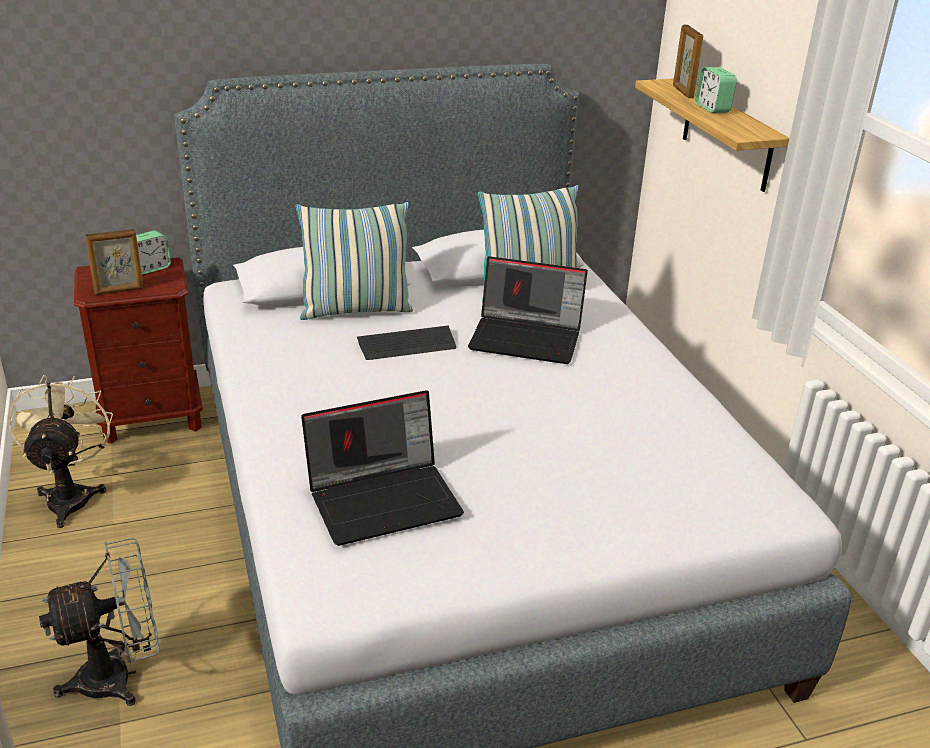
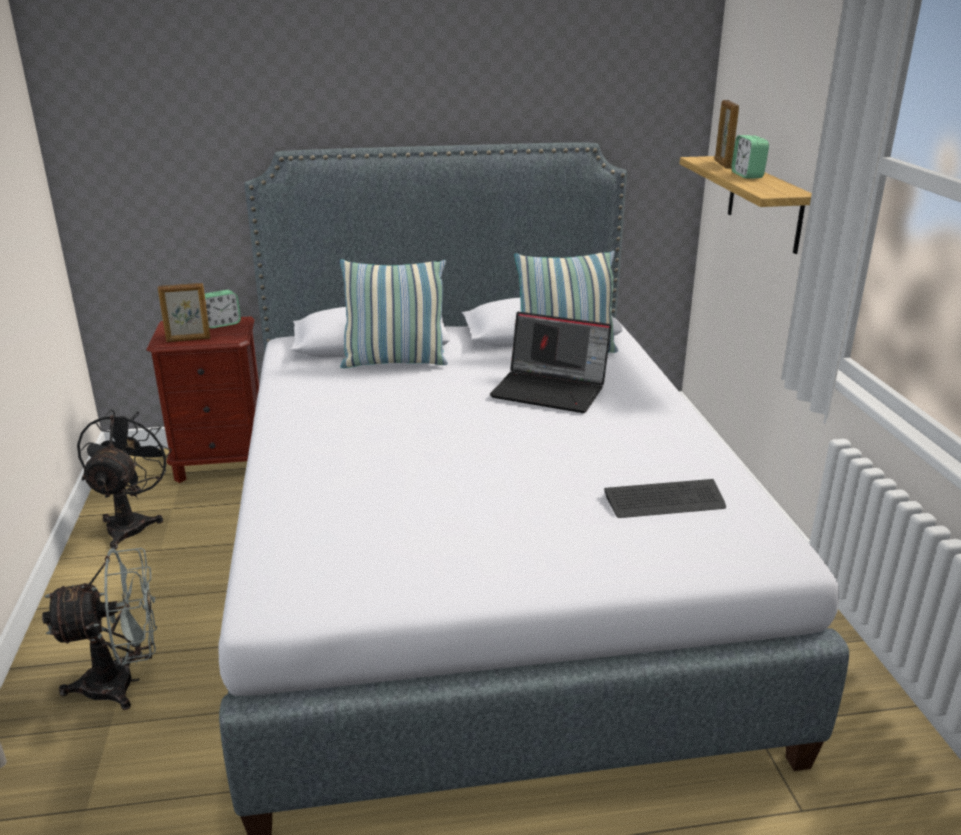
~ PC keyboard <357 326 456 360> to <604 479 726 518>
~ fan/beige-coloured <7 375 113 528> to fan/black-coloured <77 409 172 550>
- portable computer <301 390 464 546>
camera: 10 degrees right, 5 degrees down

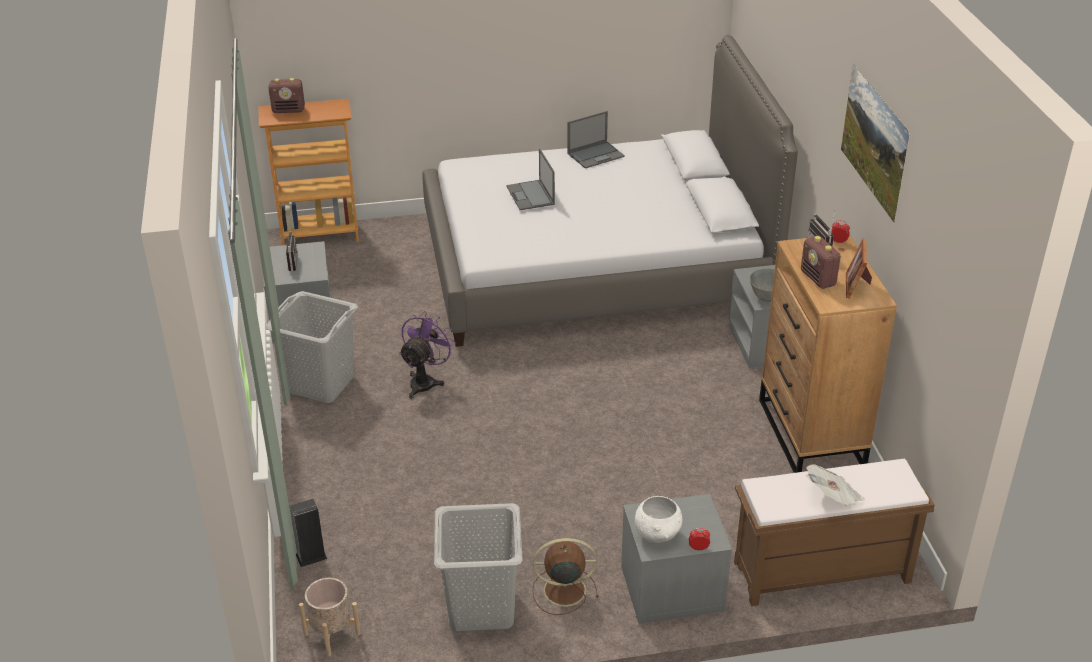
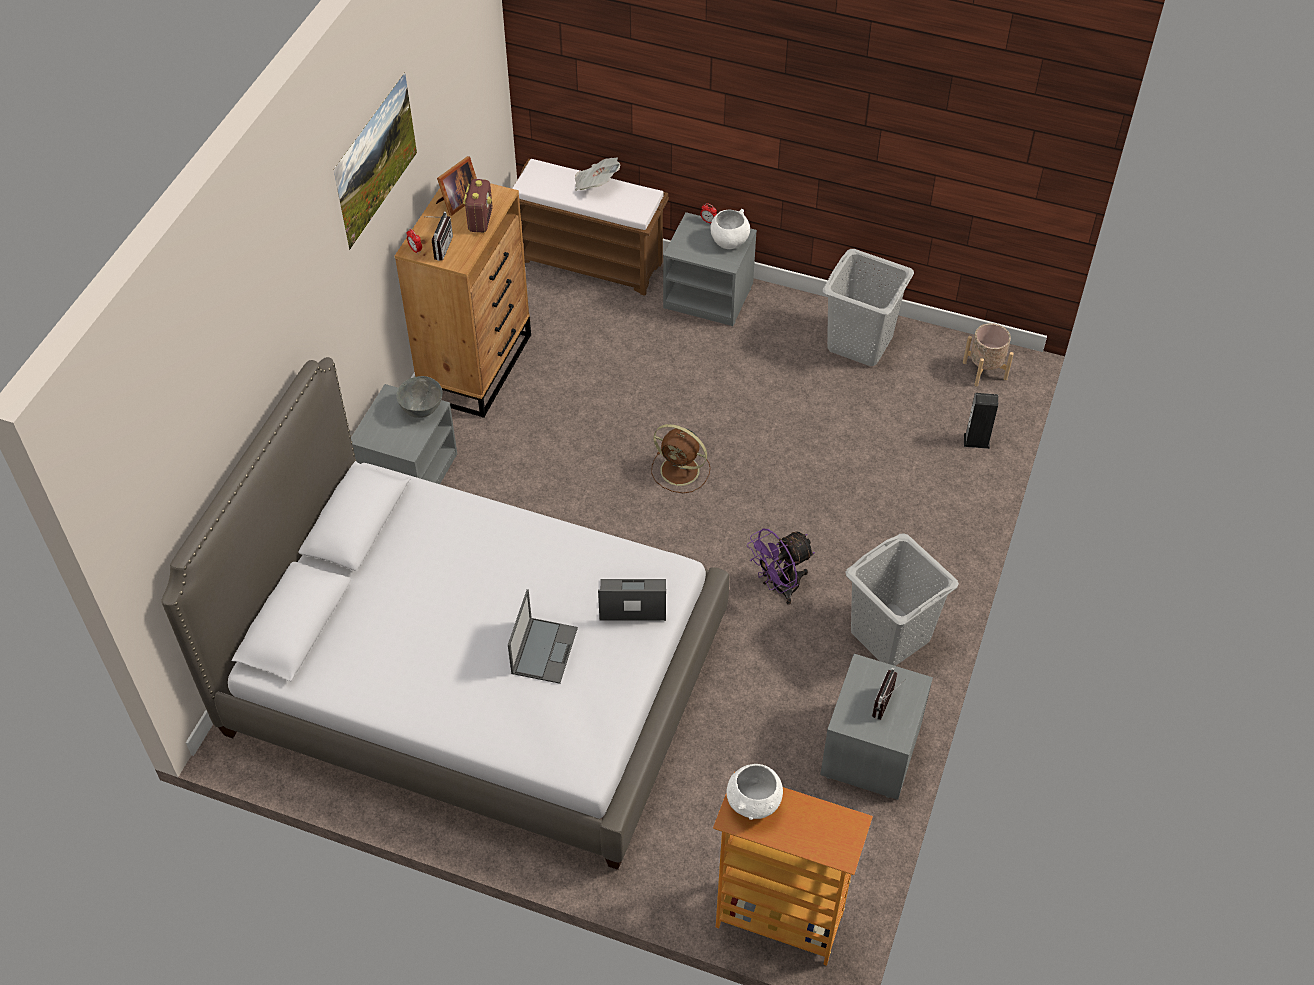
- radio <268 78 305 113>
~ portable computer <567 111 625 169> to <598 579 666 621>
~ fan/brownish <532 538 599 615> to <651 424 710 493>
+ deep dish/white-coloured <726 764 783 820>
camera: 150 degrees left, 15 degrees up

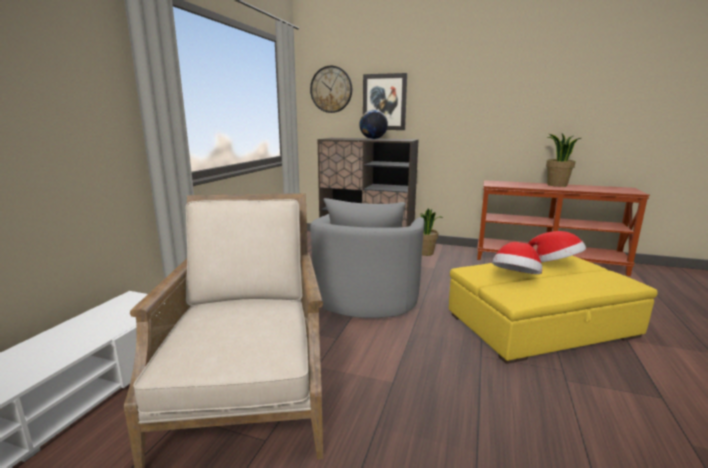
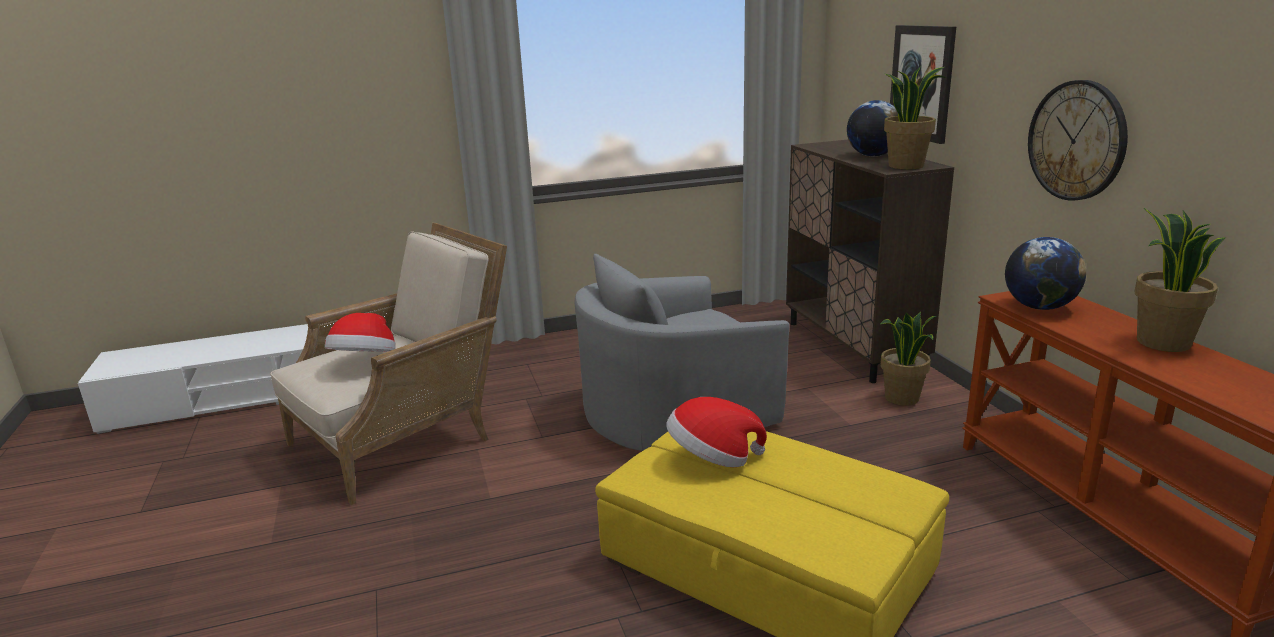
~ hanging clock <310 66 352 113> to <1028 80 1128 201>
~ clothing hat <528 231 586 262> to <325 313 396 352>
+ potted plant <884 66 947 170>
+ globe <1005 237 1086 310>
camera: 55 degrees right, 5 degrees up

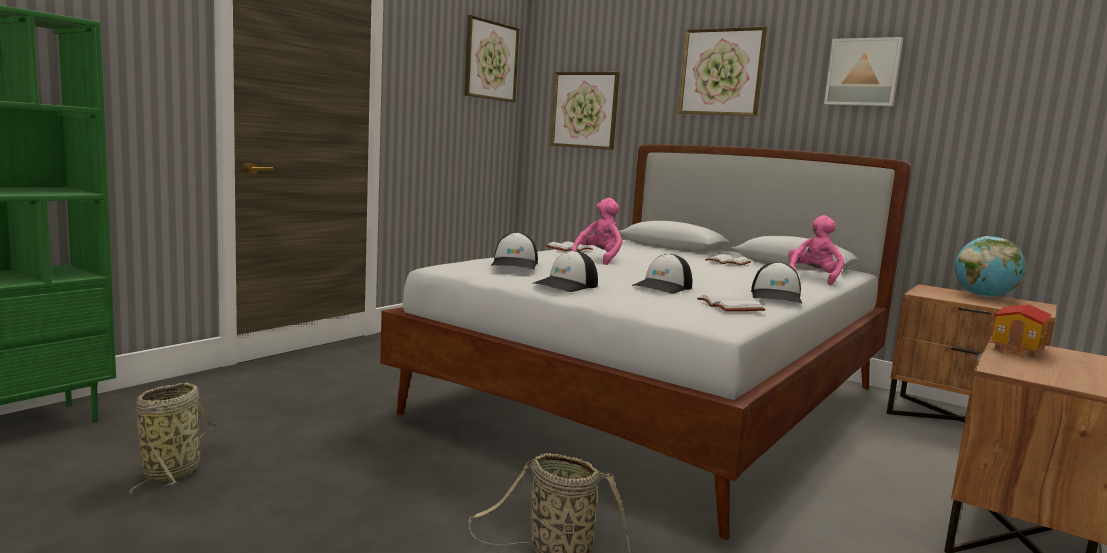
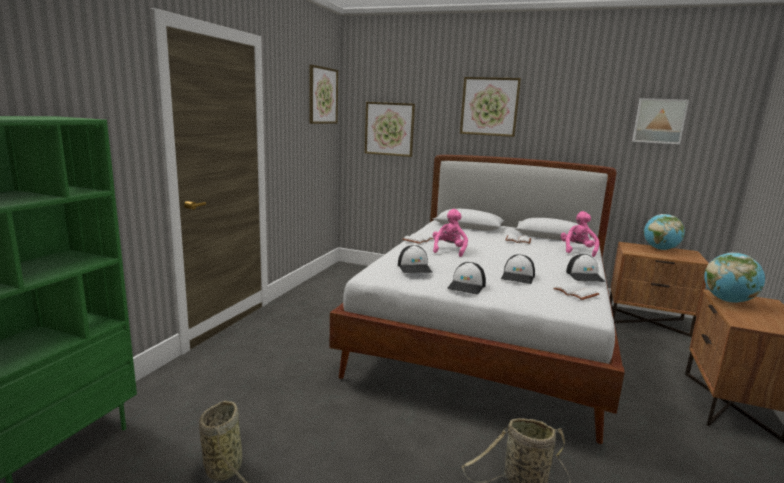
~ wall art <824 37 903 106> to <632 98 689 144>
~ toy house <988 304 1052 357> to globe <704 252 765 303>
camera: 15 degrees left, 5 degrees up

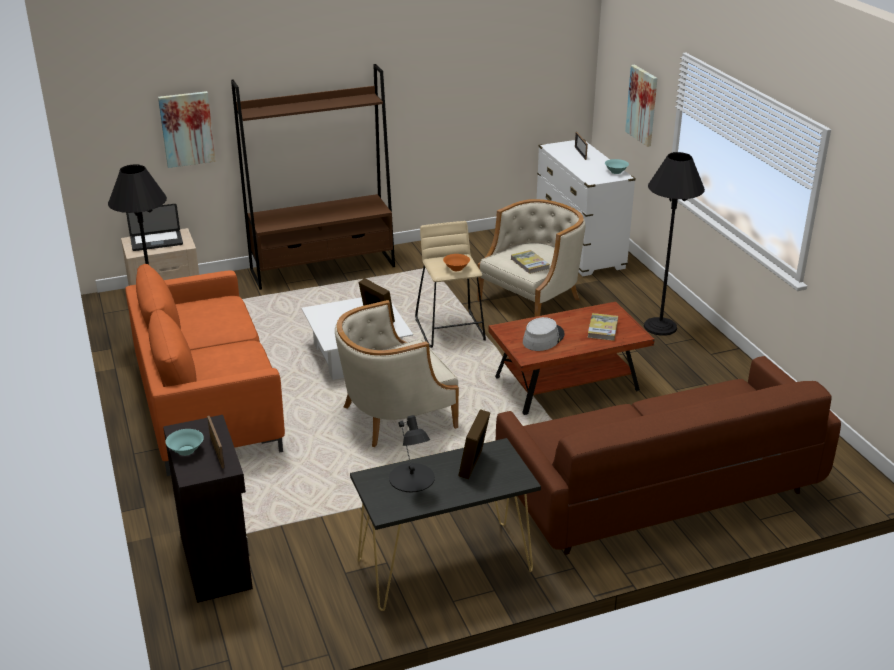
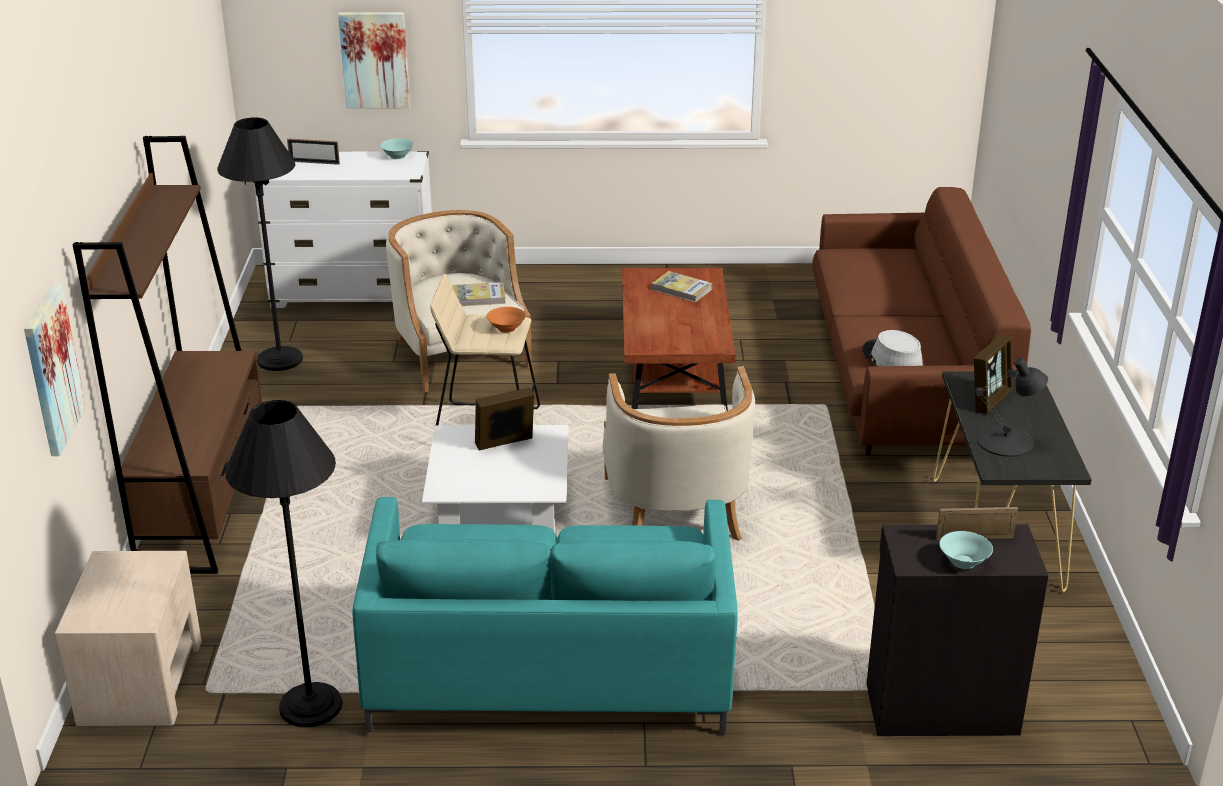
~ standing lamp/black-coloured <644 152 705 336> to <217 117 303 371>
- portable computer <126 204 183 251>
~ sofa/orangey <125 264 285 476> to sofa/blue-green <353 497 737 734>
~ clothing hat/grey <523 317 564 351> to <862 330 923 366>
~ photo frame <458 409 490 479> = <974 335 1013 414> 90 degrees counterclockwise
camera: 70 degrees left, 0 degrees up

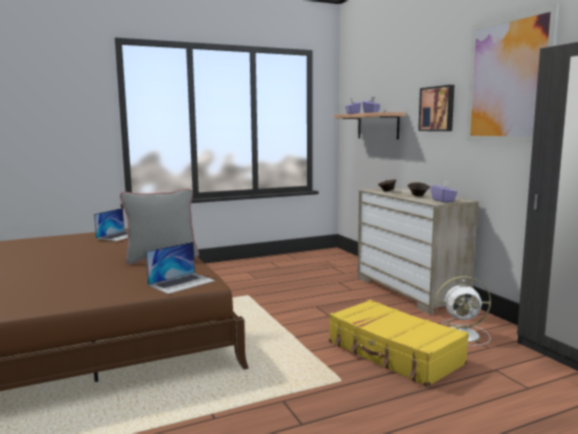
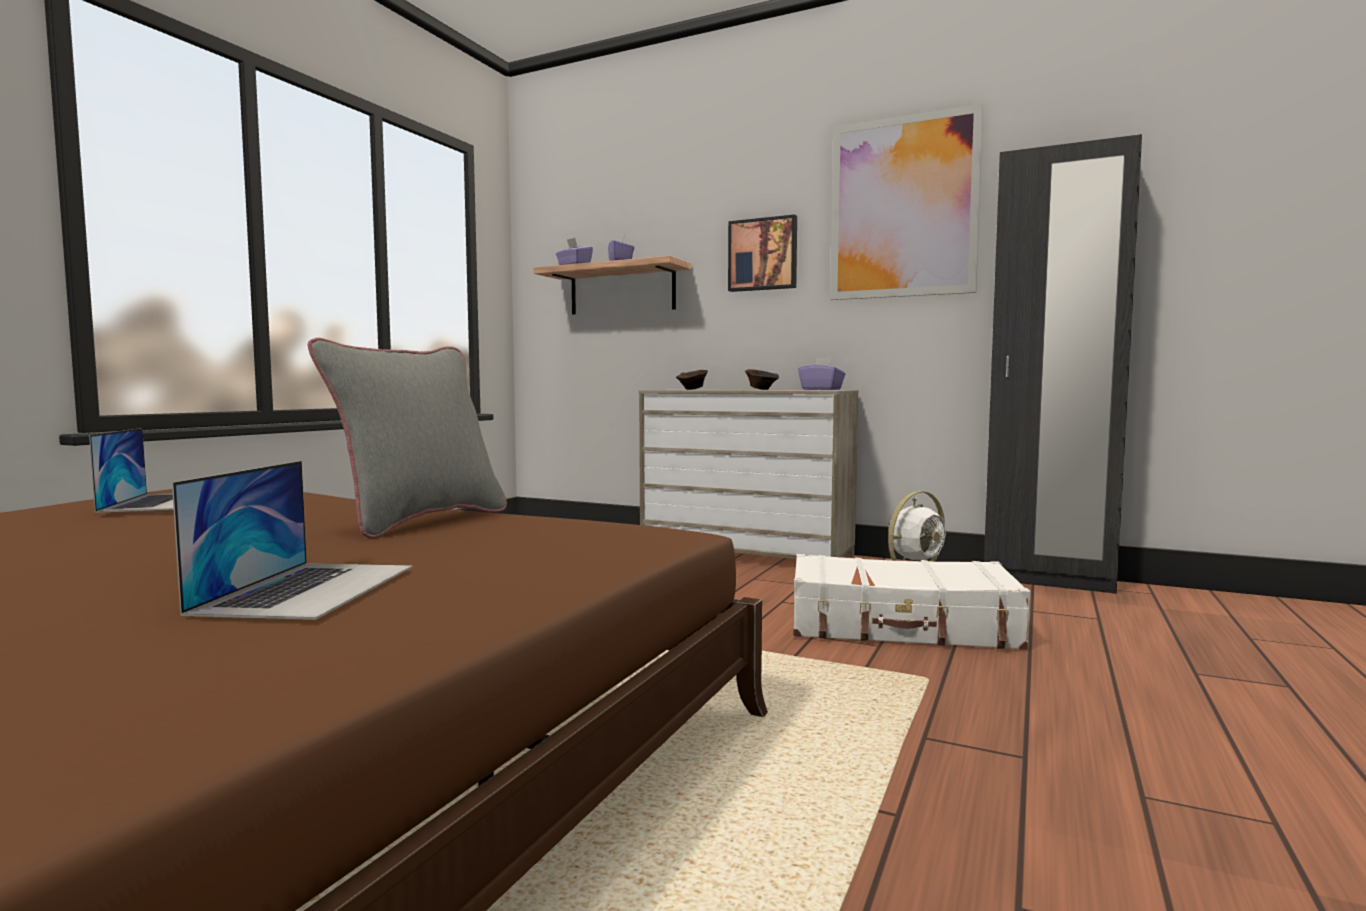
~ portable computer <146 242 216 294> to <172 461 412 620>
~ travel case/yellow <329 300 469 387> to travel case/white-coloured <793 554 1031 650>
camera: 40 degrees left, 5 degrees down

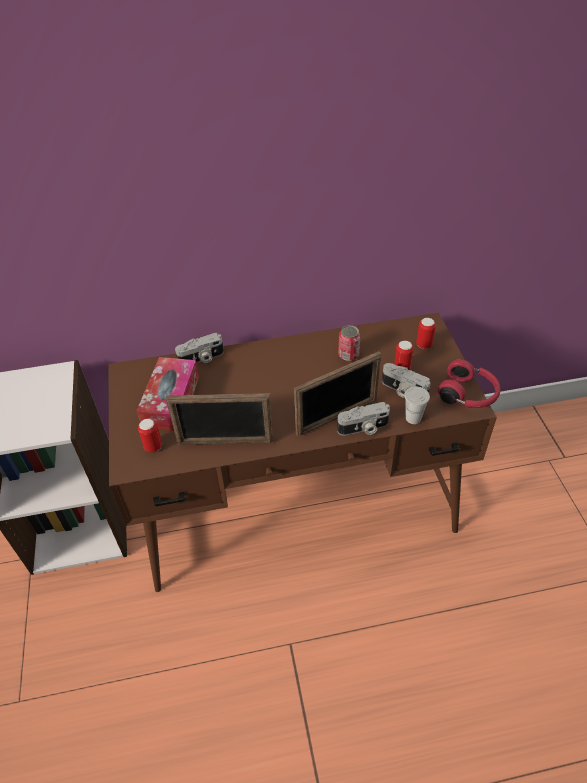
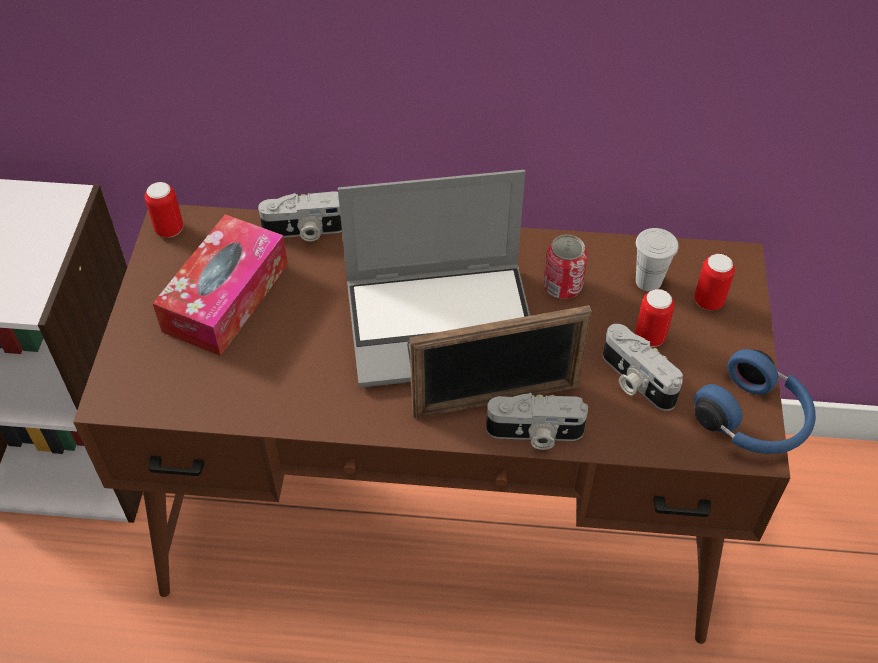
~ pair of headphones/reddish <438 359 501 408> to pair of headphones/blue <694 349 816 454>
~ small cup/white-coloured <404 387 430 424> to <636 228 679 292>
- photo frame <166 393 273 445>
~ can <138 419 162 452> to <145 182 183 238>
+ portable computer <338 170 530 388>
camera: 15 degrees right, 5 degrees up

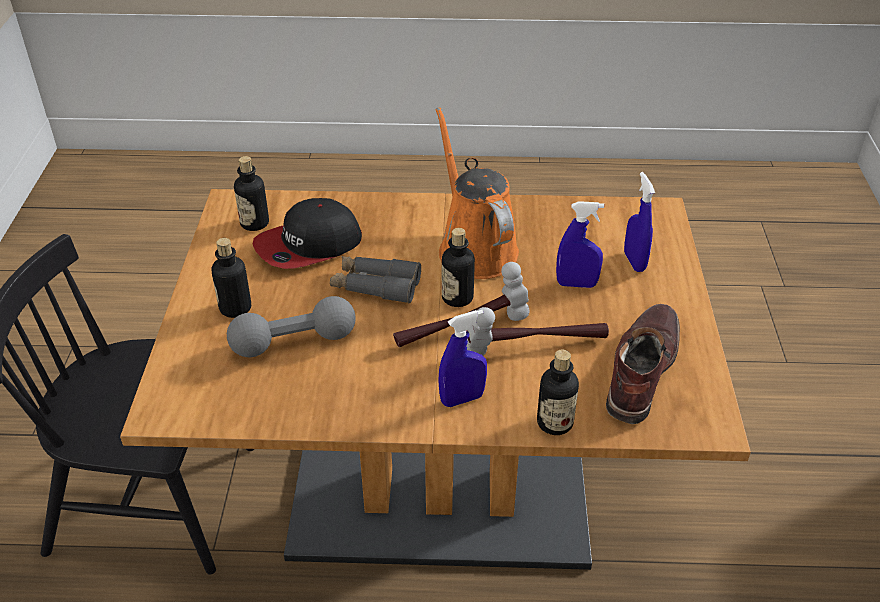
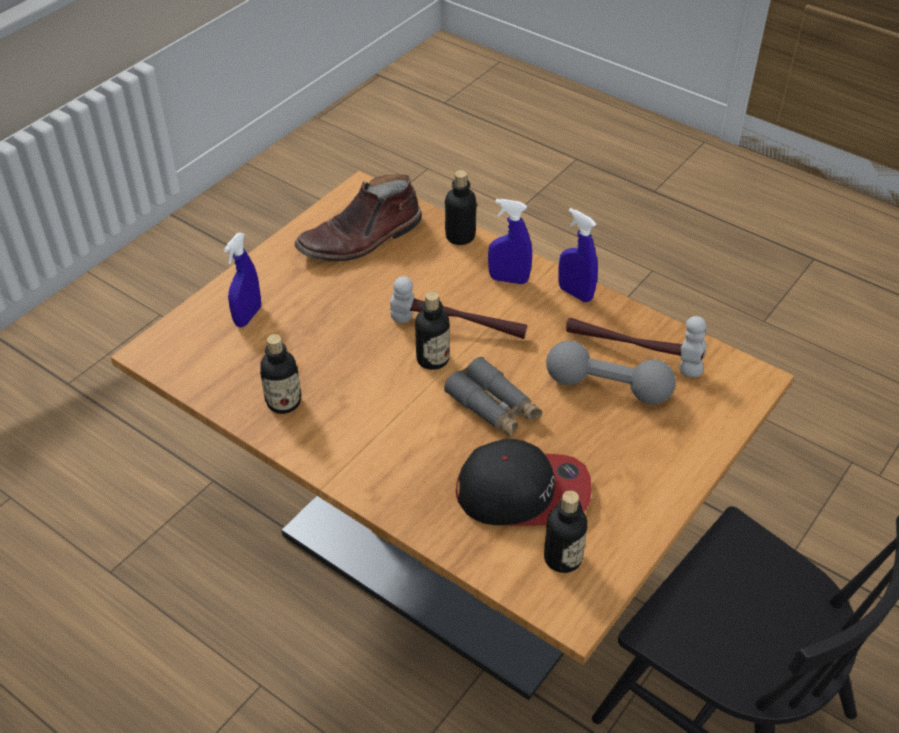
- watering pot/orangey <435 107 519 279>
~ spray bottle/blue <556 201 604 288> to <558 208 598 302>
~ bottle <211 238 251 318> to <260 334 301 414>
~ hand hammer <466 307 609 356> to <566 316 707 377>
camera: 145 degrees left, 5 degrees up

